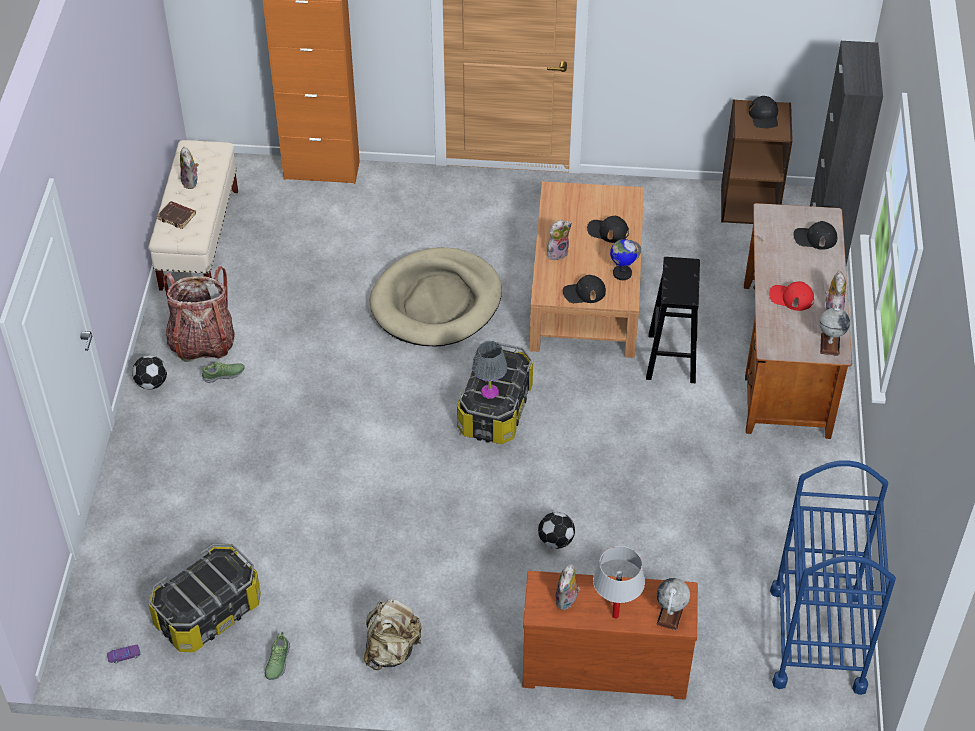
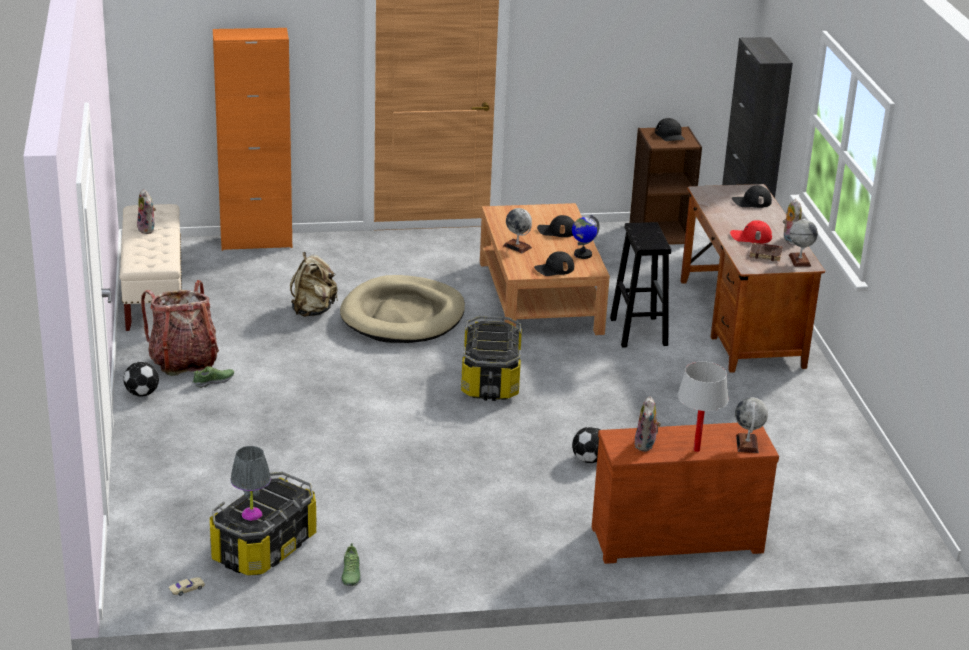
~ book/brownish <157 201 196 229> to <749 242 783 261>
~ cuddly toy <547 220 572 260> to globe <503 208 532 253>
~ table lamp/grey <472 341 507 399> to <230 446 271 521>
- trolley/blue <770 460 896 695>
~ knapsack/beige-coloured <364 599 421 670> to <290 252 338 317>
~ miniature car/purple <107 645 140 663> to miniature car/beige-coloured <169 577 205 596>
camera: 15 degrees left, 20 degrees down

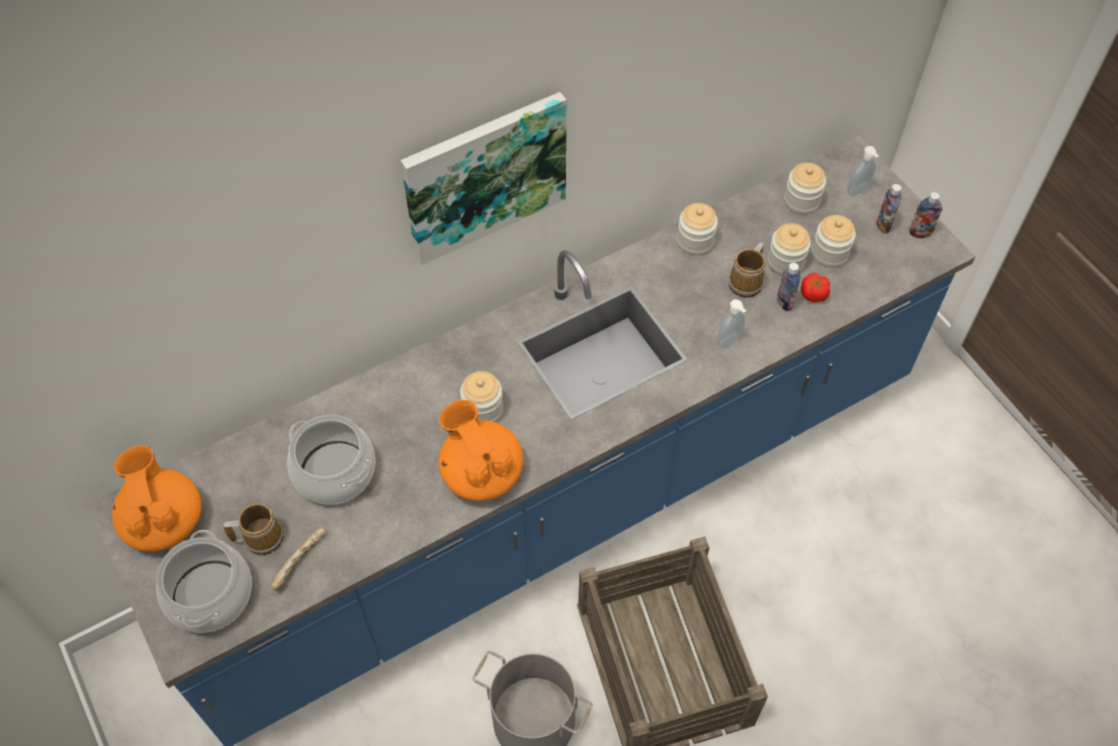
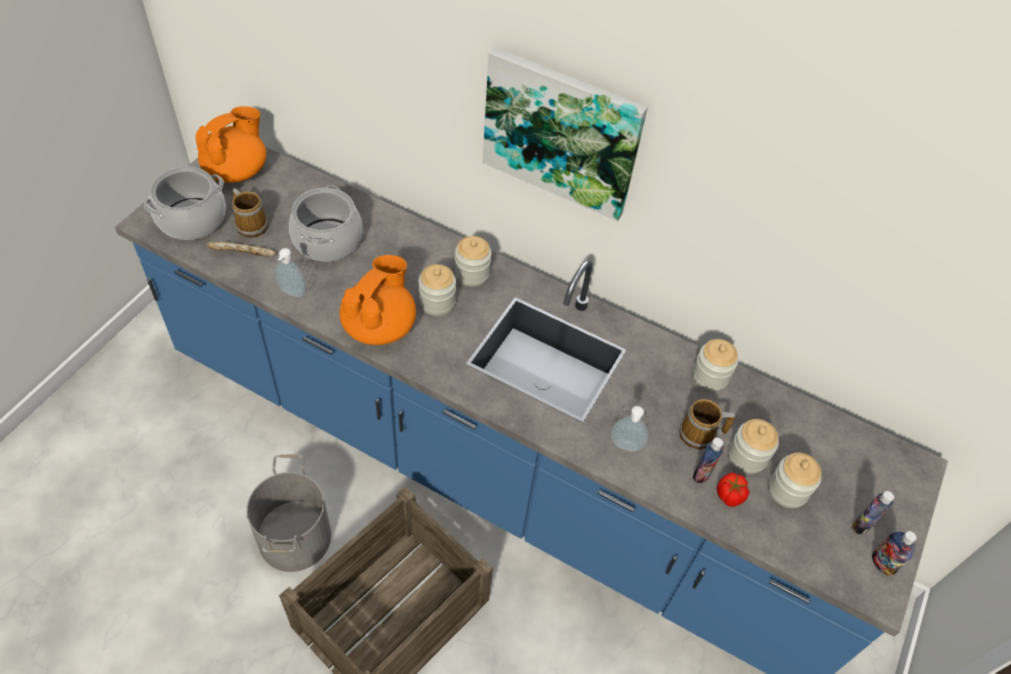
~ liquid soap bottle <847 146 879 196> to <275 248 306 297>
~ storage jar <784 163 826 215> to <455 236 492 287>
camera: 55 degrees right, 5 degrees down

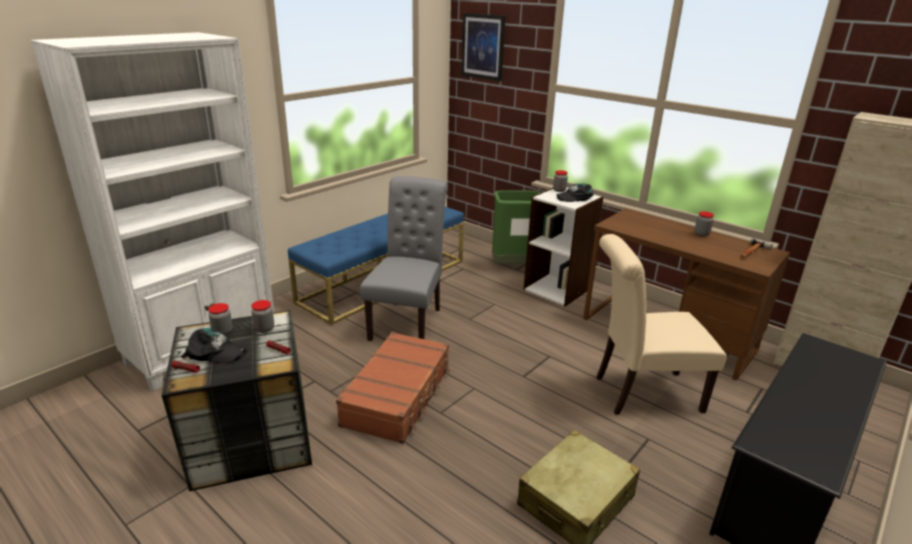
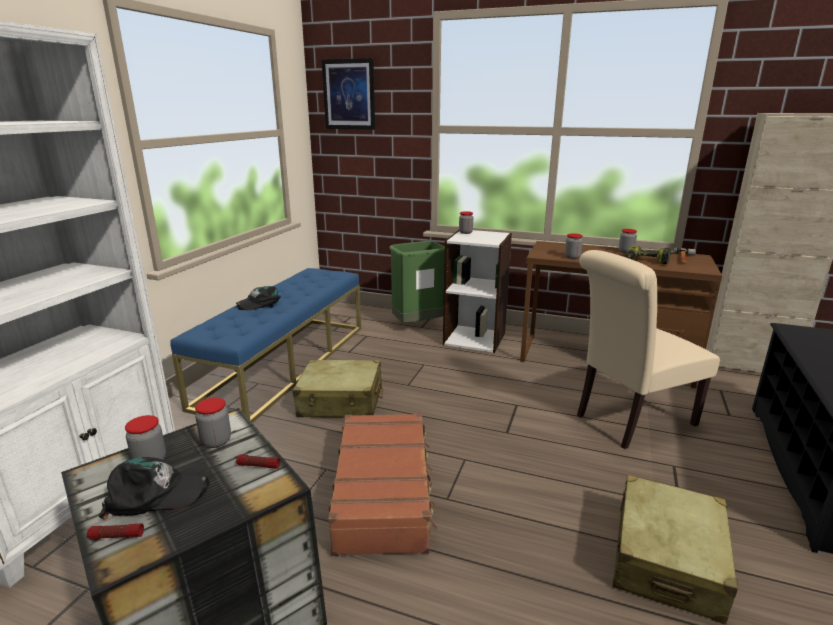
~ plain chair/grey <360 176 448 341> to travel case/beige-coloured <293 360 383 418>
~ cap/black-coloured <557 184 594 202> to <236 286 281 310>
+ storage jar <565 233 583 259>
+ drill <626 246 671 264>
camera: 20 degrees left, 5 degrees down

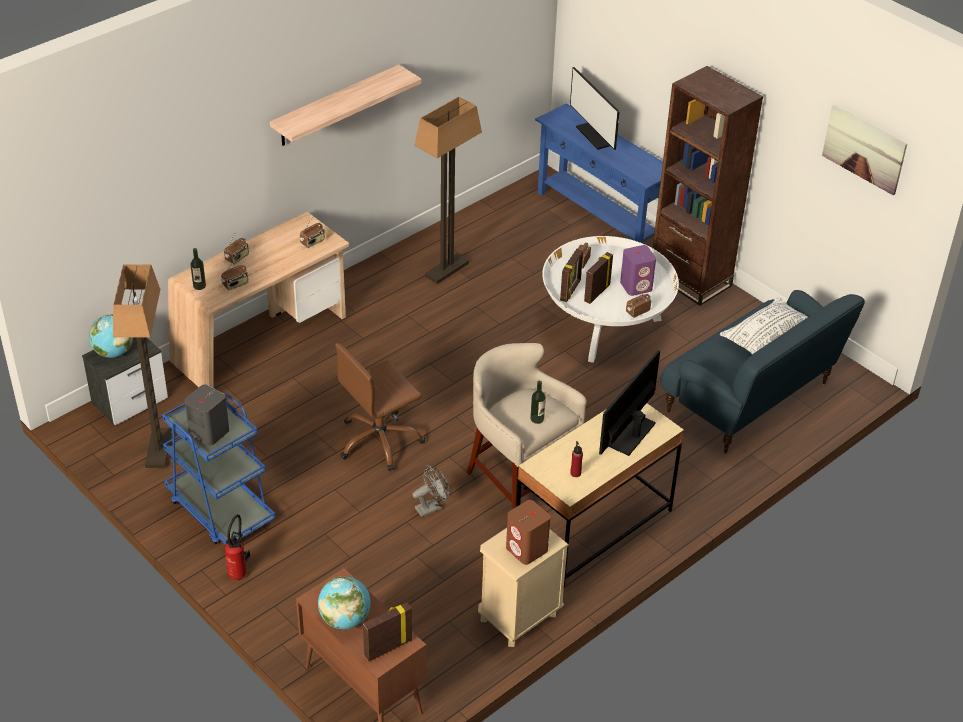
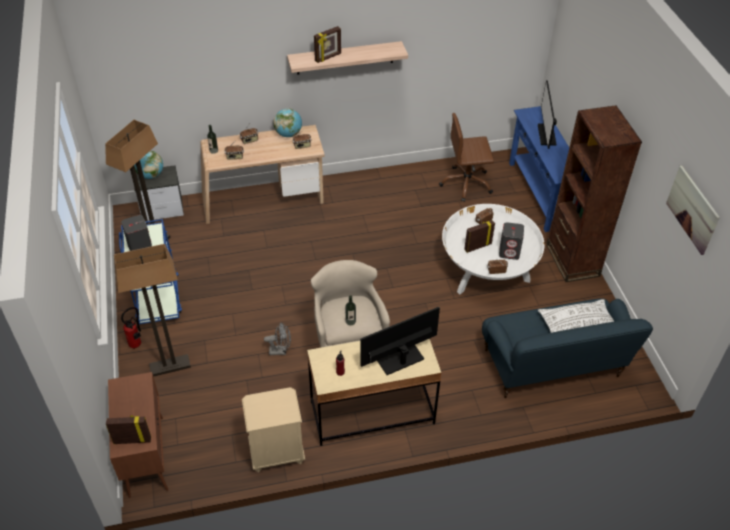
~ standing lamp <414 97 482 284> to <114 244 191 377>
~ loudspeaker/purple <620 245 656 296> to loudspeaker/grey <499 222 524 260>
~ photo frame <560 249 583 302> to <314 26 341 63>
~ desk chair/brownish <335 343 425 471> to <439 113 494 202>
- loudspeaker/brownish <506 500 550 565>
~ globe <318 576 371 629> to <273 108 302 137>
camera: 30 degrees right, 5 degrees up

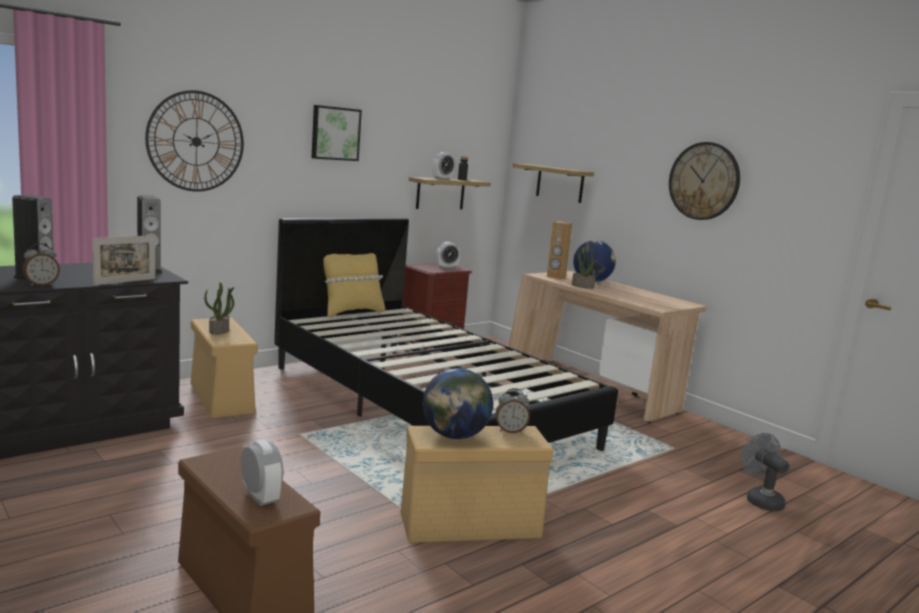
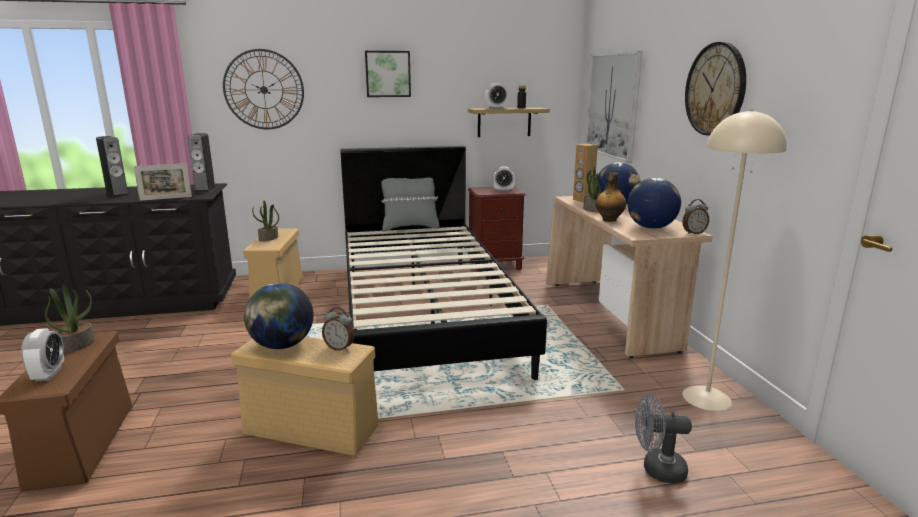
~ bracket shelf <513 163 594 203> to wall art <585 51 643 163>
~ bedside clock <22 243 60 286> to <682 199 709 234>
~ throw pillow/yellow <323 253 385 317> to throw pillow/grey <381 177 439 232>
~ fan/grey <741 433 789 511> = <635 394 692 483> 90 degrees counterclockwise
+ standing lamp/beige-coloured <682 109 787 411>
+ bottle <596 172 626 222>
+ globe <627 178 681 229>
+ potted plant <45 285 95 353>
camera: 30 degrees right, 5 degrees up

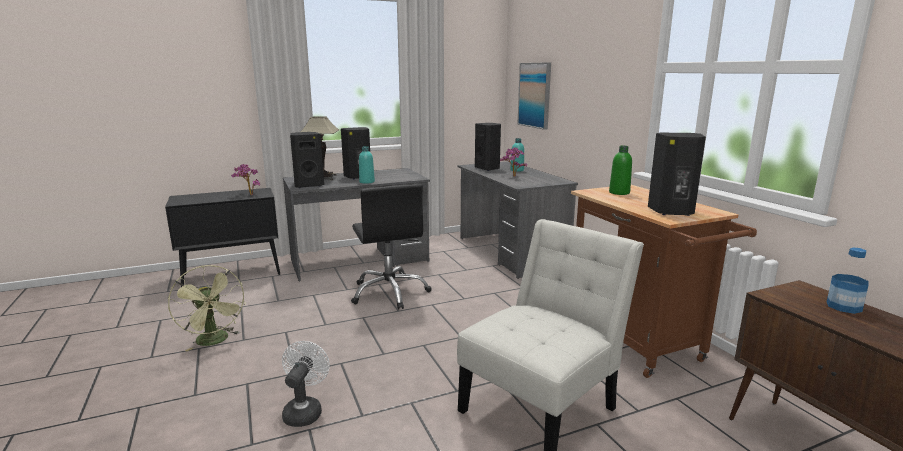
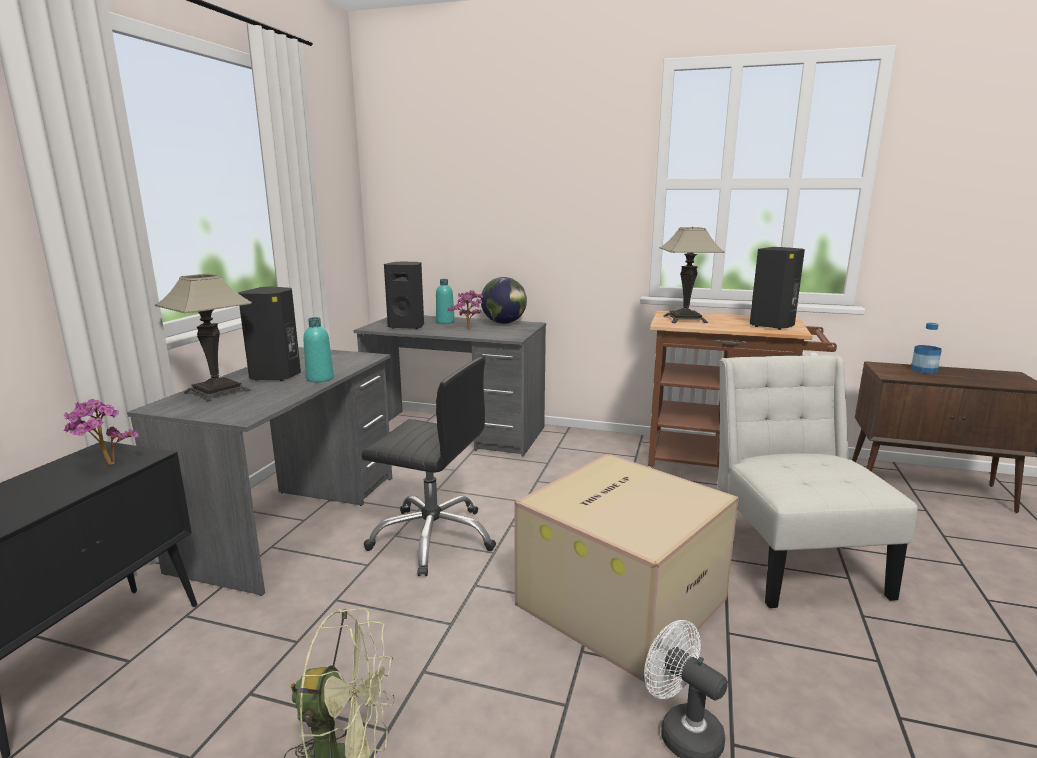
- wall art <517 62 551 130>
- loudspeaker/black-coloured <290 132 324 188>
~ bottle/greenish <609 146 632 195> to table lamp <659 227 724 323>
+ globe <481 277 527 324>
+ packing box <514 453 739 683>
camera: 50 degrees left, 0 degrees up

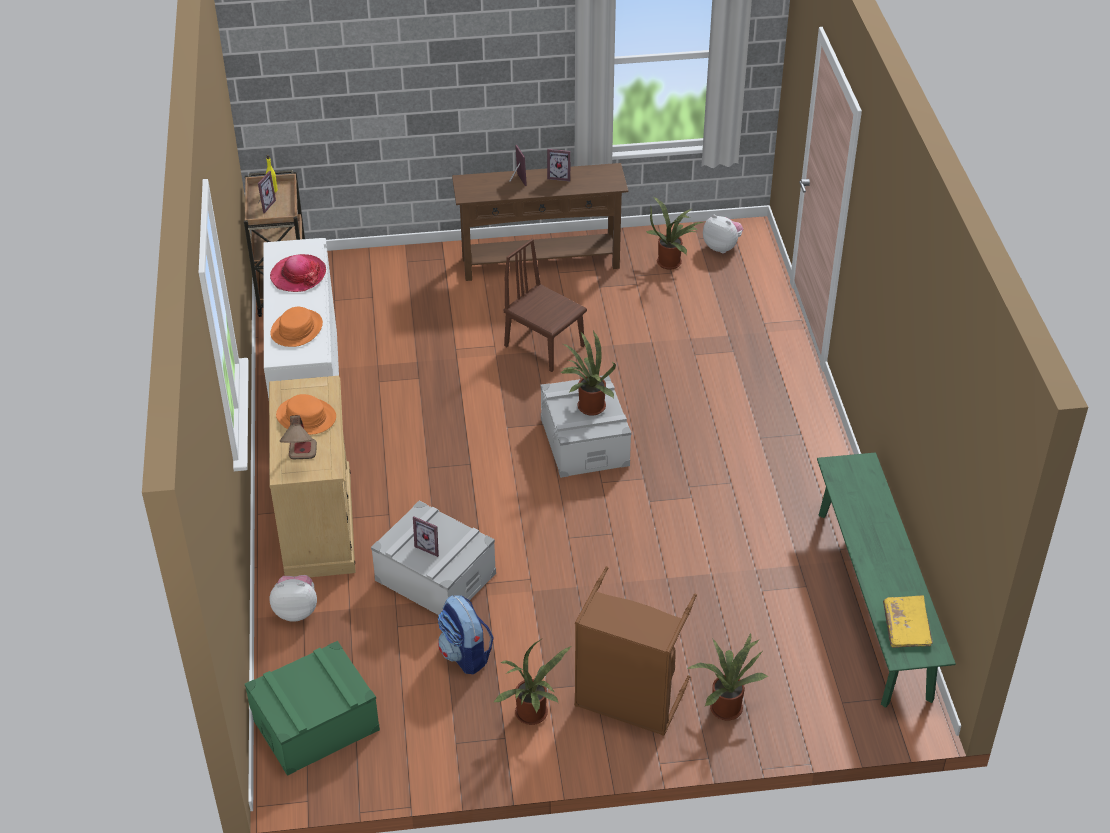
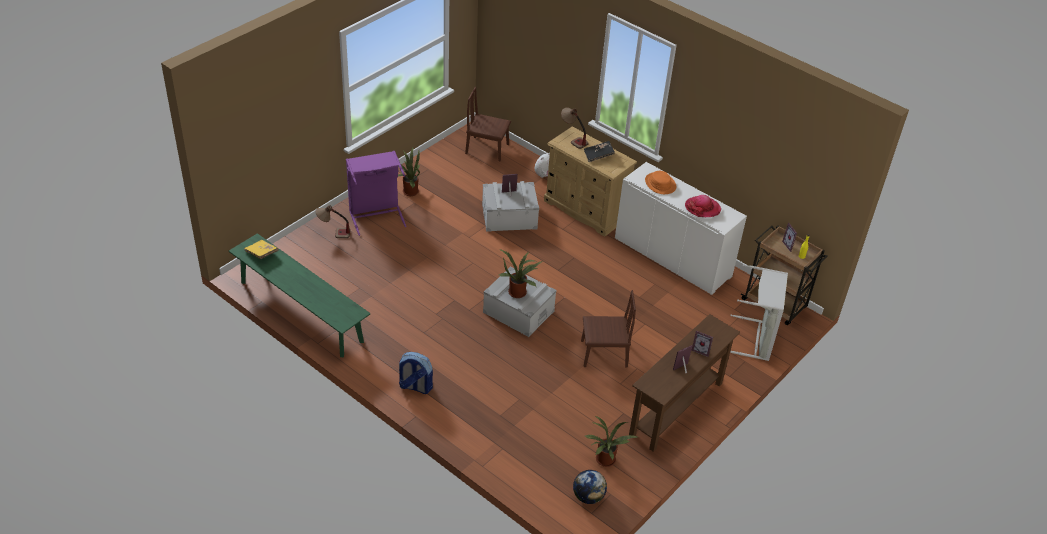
~ cuddly toy <703 215 743 253> to globe <573 470 607 504>
~ clothing hat/orangey <276 394 336 435> to book/black-coloured <584 141 615 162>
~ laundry basket/brownish <574 566 697 736> to laundry basket/purple <346 151 406 236>
~ knapsack <438 595 494 674> to <398 352 433 394>
~ potted plant <687 632 769 721> to table lamp <316 205 350 238>
~ storage bin/greenish <245 641 380 776> to plain chair/brownish <465 87 511 161>
+ laundry basket/grey <730 264 788 361>
camera: 135 degrees right, 0 degrees up

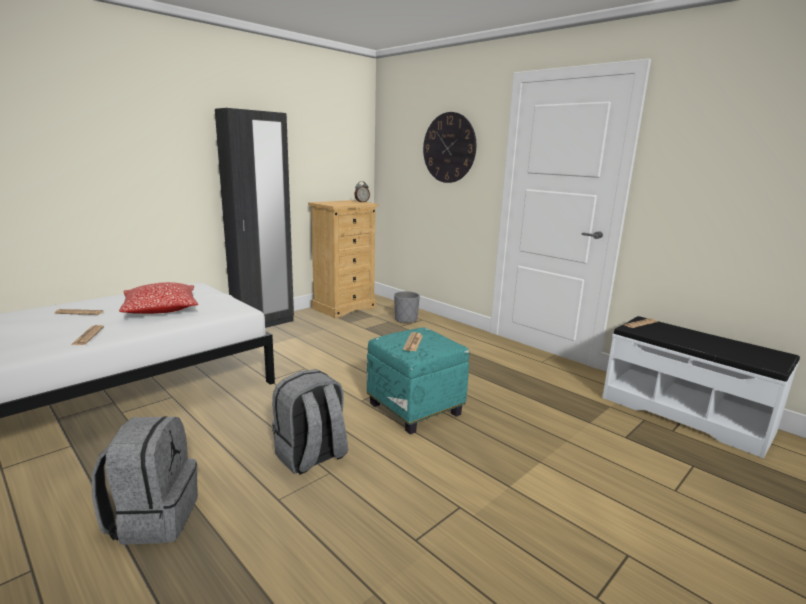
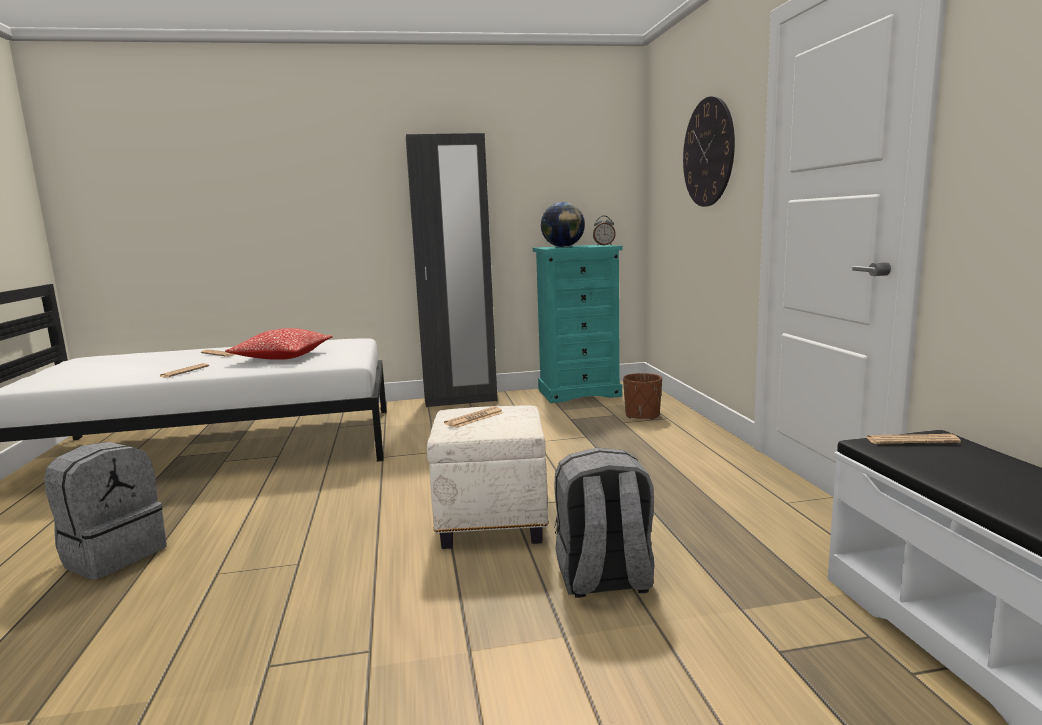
~ chest of drawers/beige-coloured <308 200 378 318> to chest of drawers/blue-green <533 245 622 403>
~ planter/grey <394 291 420 323> to planter/brownish <623 373 662 420>
~ footrest/blue-green <367 328 469 434> to footrest/white-coloured <427 405 548 549>
~ knapsack/grey <272 369 348 475> to <554 448 655 598>
+ globe <541 202 585 247>
camera: 35 degrees right, 5 degrees down

